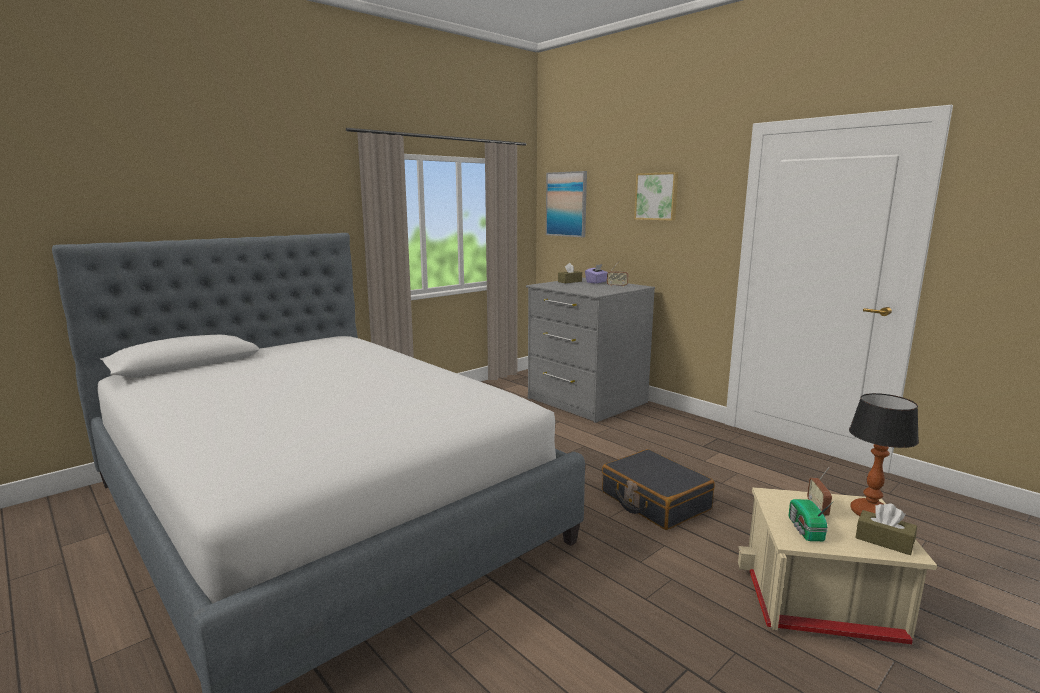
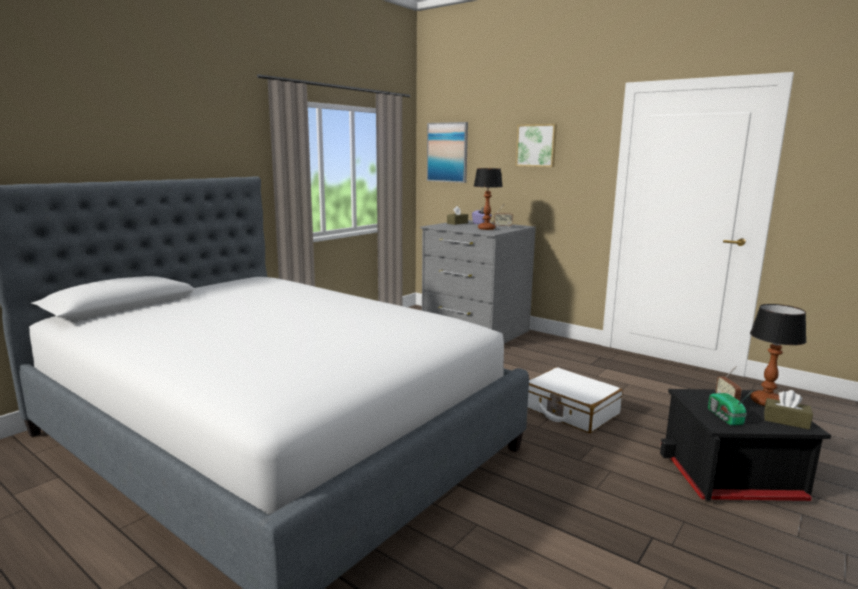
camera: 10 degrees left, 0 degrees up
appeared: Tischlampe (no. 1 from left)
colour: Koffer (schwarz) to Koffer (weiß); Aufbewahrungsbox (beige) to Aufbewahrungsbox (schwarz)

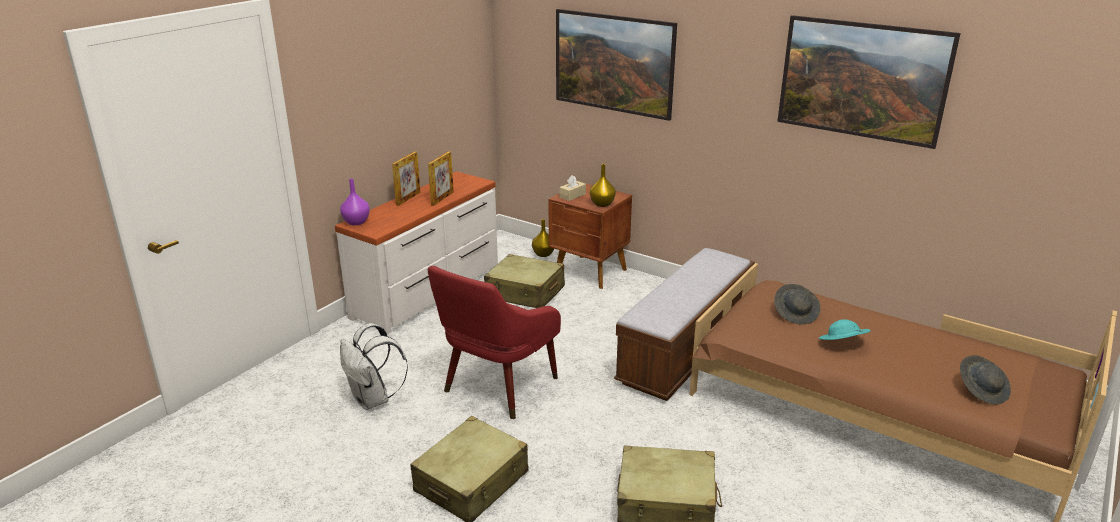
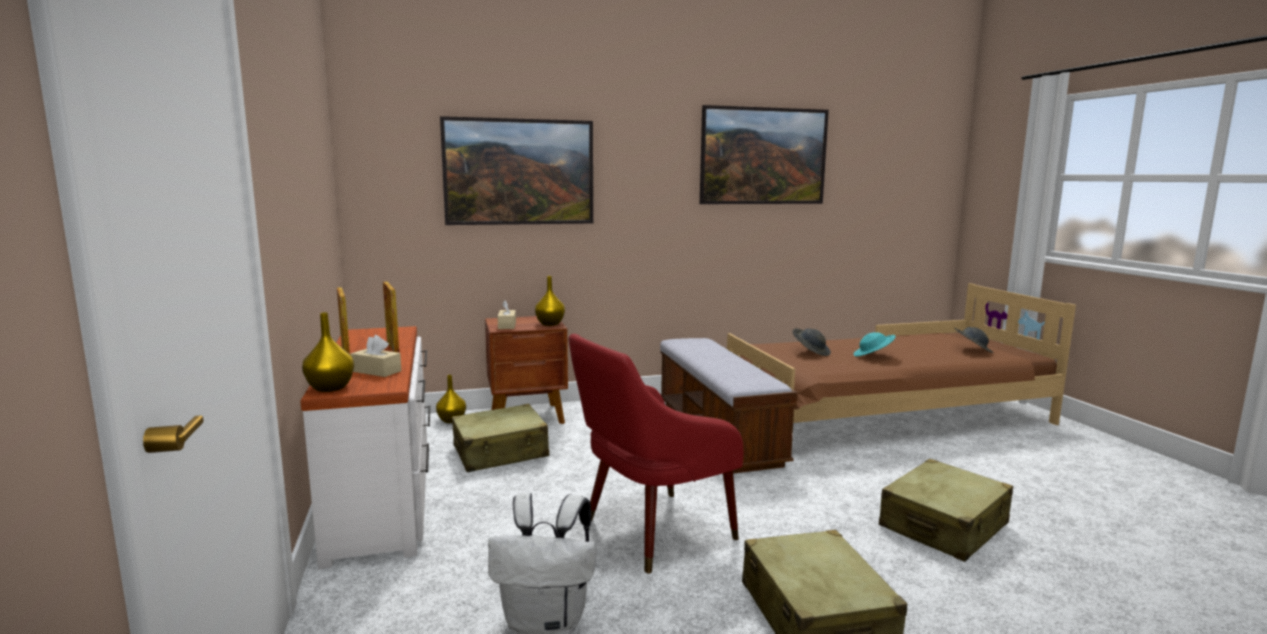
camera: 50 degrees left, 15 degrees down
appeared: Taschentuchbox (beige) (no. 1 from left)
colour: Vase (lila) to Vase (gelb) (no. 1 from left)
spun: Sessel (rot) 75 degrees clockwise

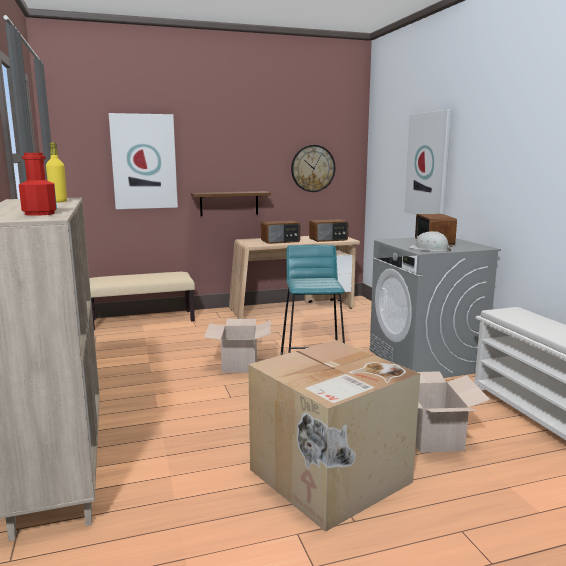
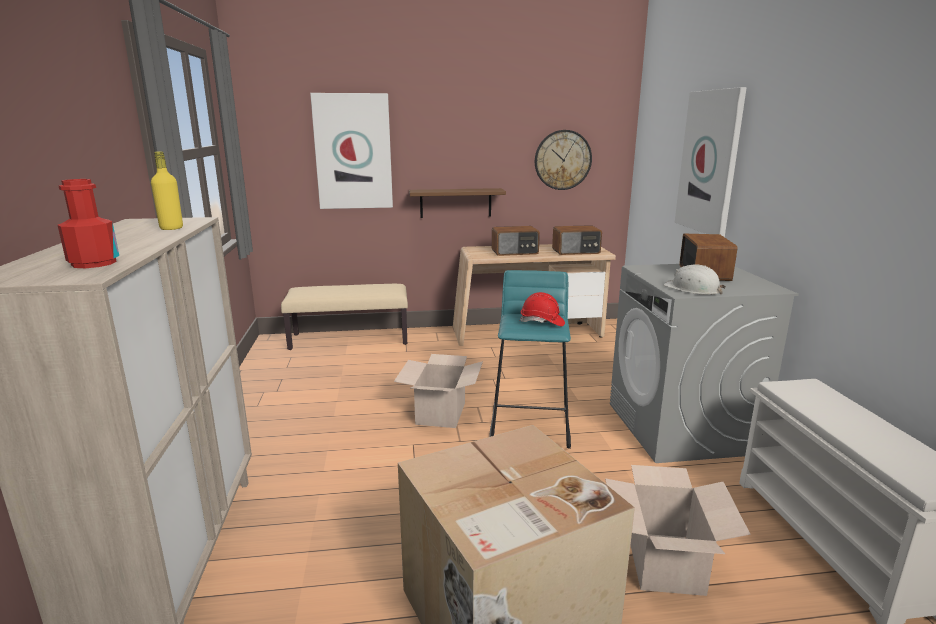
camera: 10 degrees right, 5 degrees up
appeared: Schutzhelm (rot)

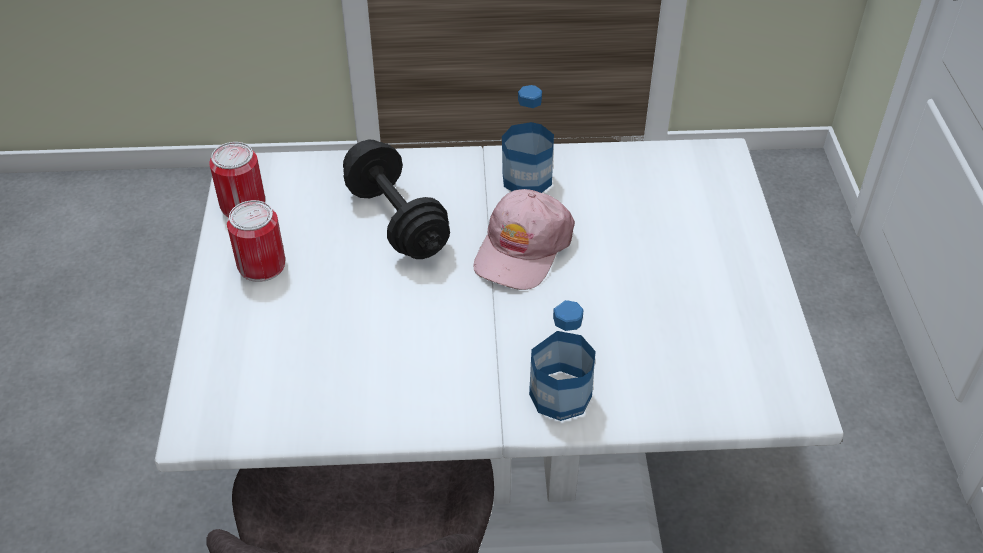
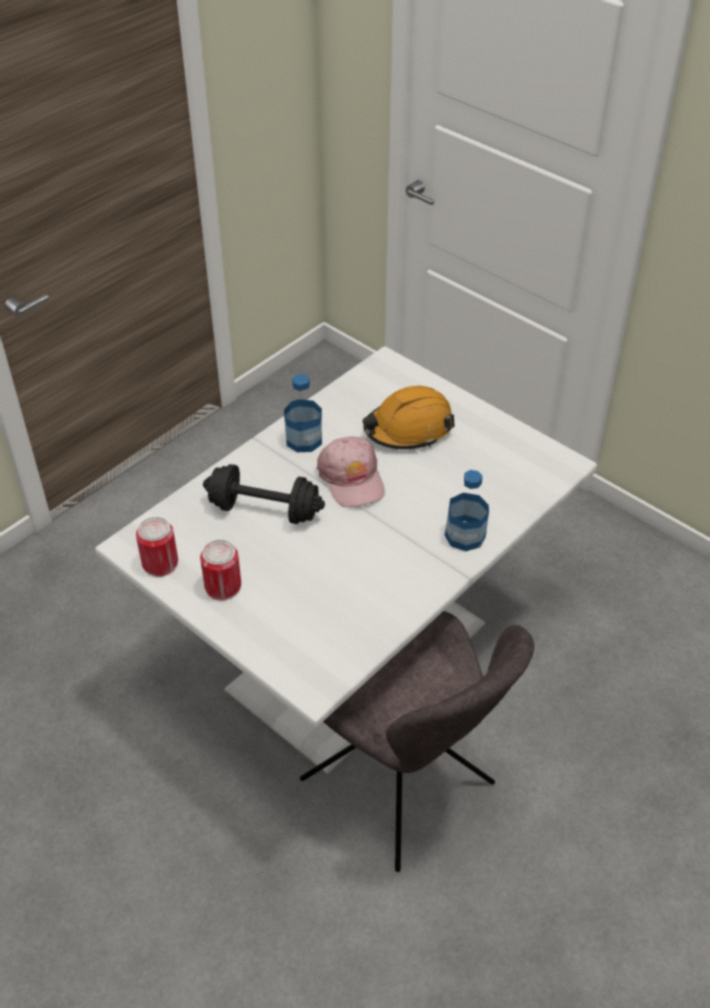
camera: 45 degrees left, 0 degrees up
appeared: Schutzhelm (orange)

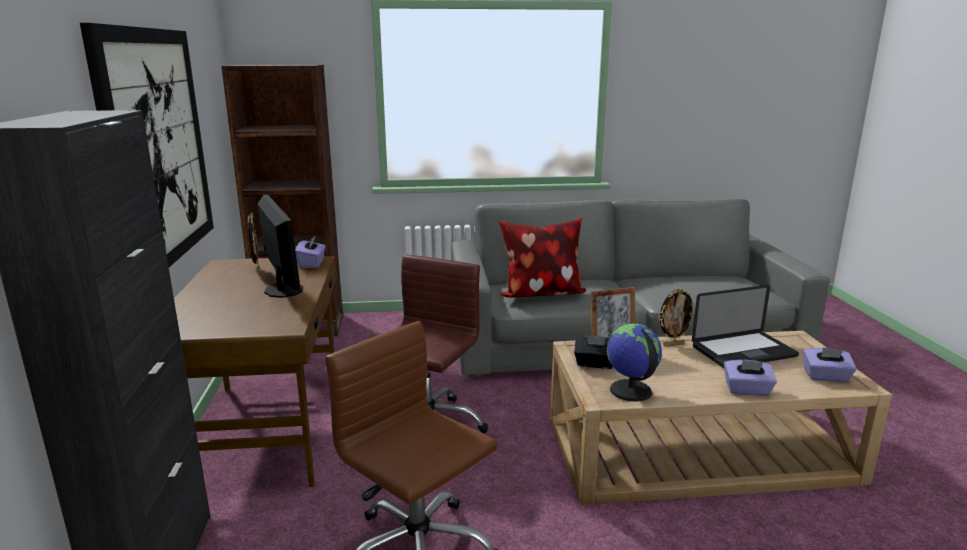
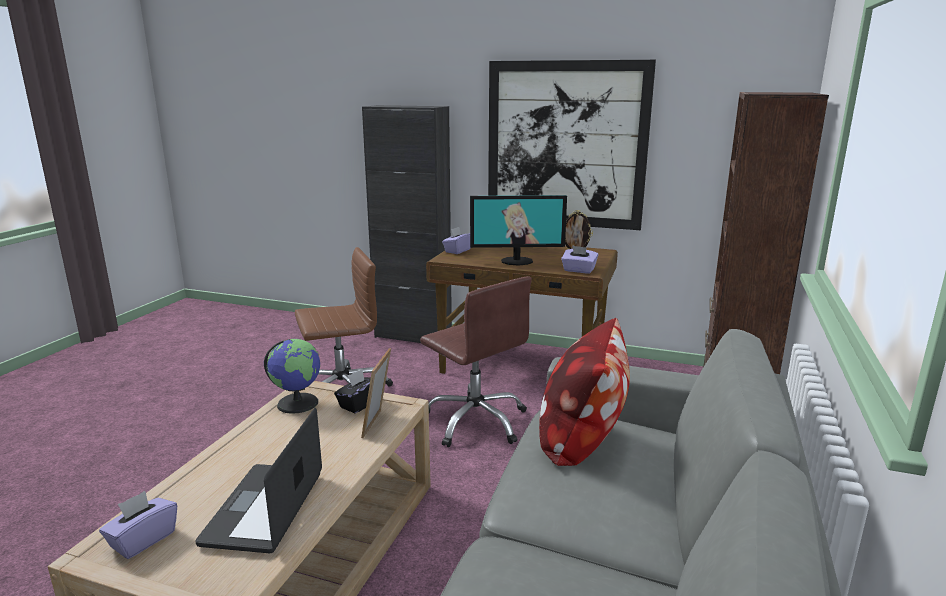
camera: 115 degrees right, 0 degrees up
missing: Bilderrahmen (no. 3 from left)
relocated: Taschentuchbox (lila) (no. 2 from left)

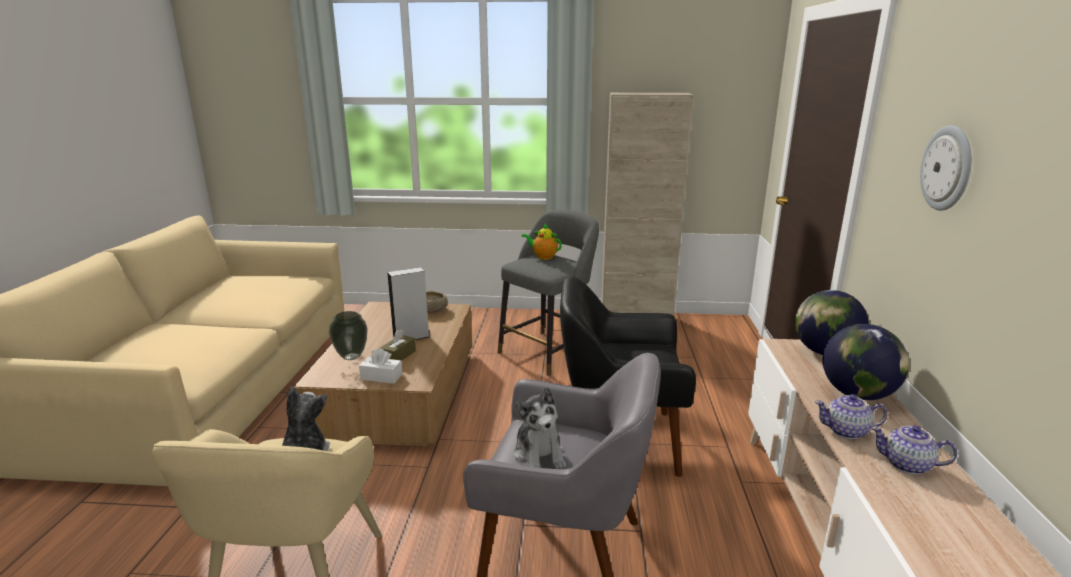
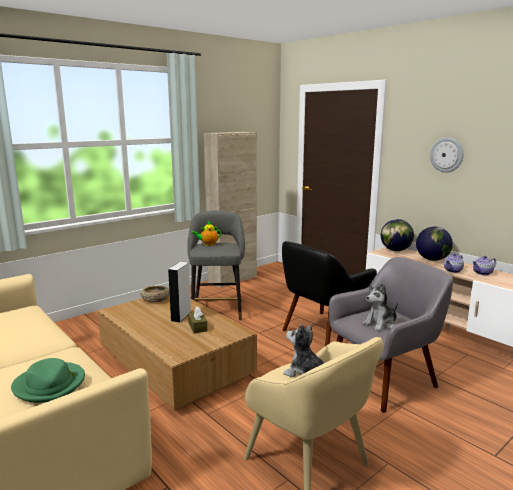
camera: 45 degrees left, 5 degrees down
missing: Vase; Taschentuchbox (weiß)
appeared: Hut (grün)
spun: Plüschtier (no. 2 from left) 120 degrees clockwise

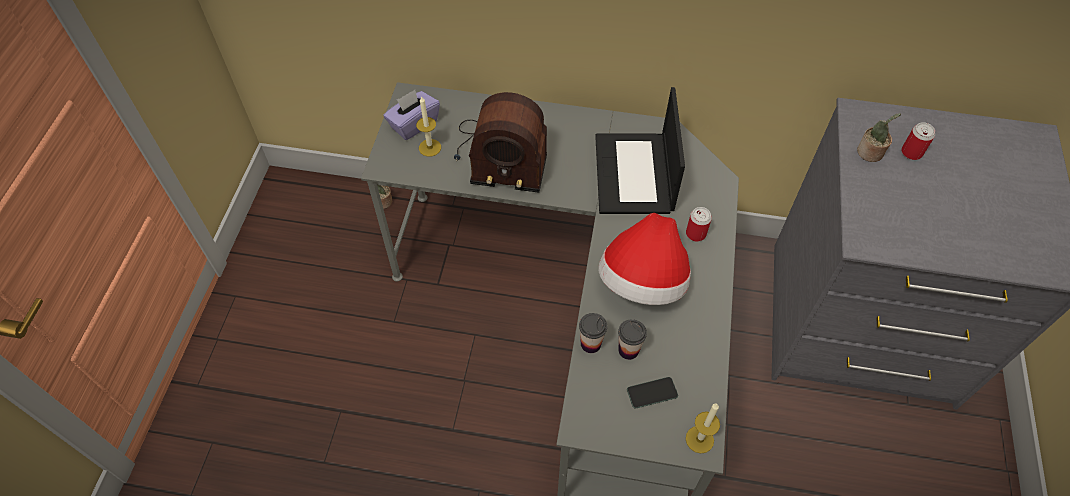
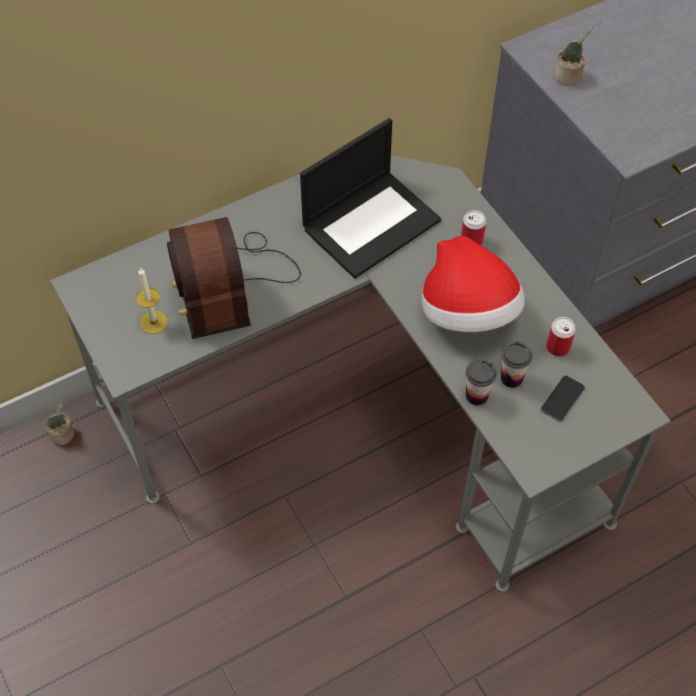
camera: 40 degrees left, 0 degrees up
missing: Taschentuchbox (lila); Kerze (no. 2 from left)
relocated: Dose (no. 2 from left)
spun: Radio 105 degrees clockwise; Laptop 90 degrees counterclockwise

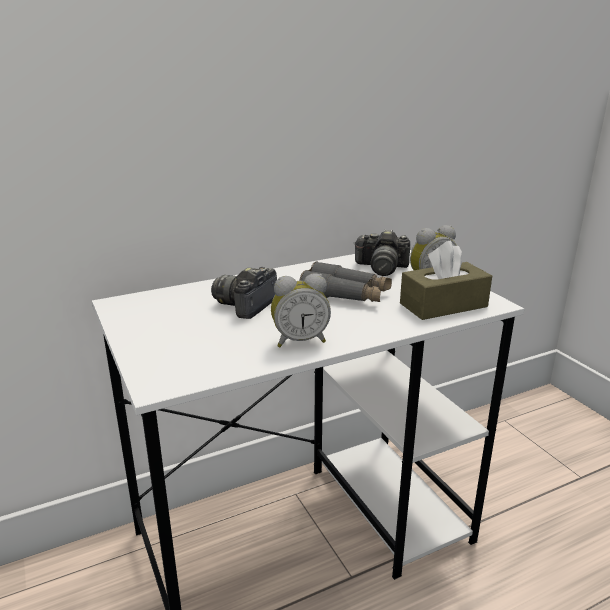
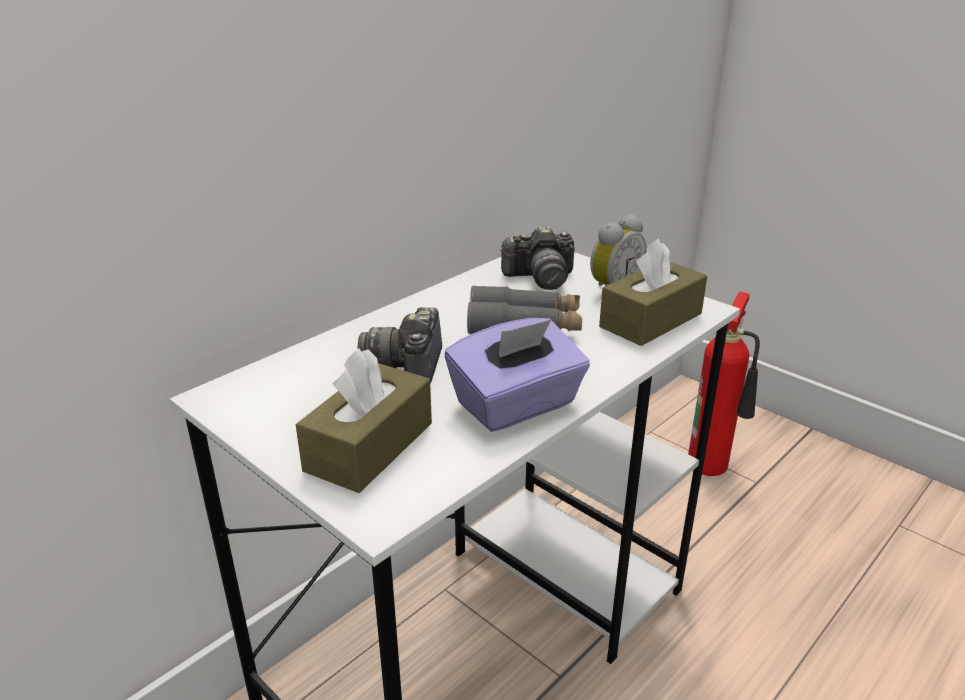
camera: 20 degrees left, 5 degrees up
appeared: Taschentuchbox (braun) (no. 1 from left); Feuerlöscher
exchanged: Wecker (no. 1 from left) to Taschentuchbox (lila)

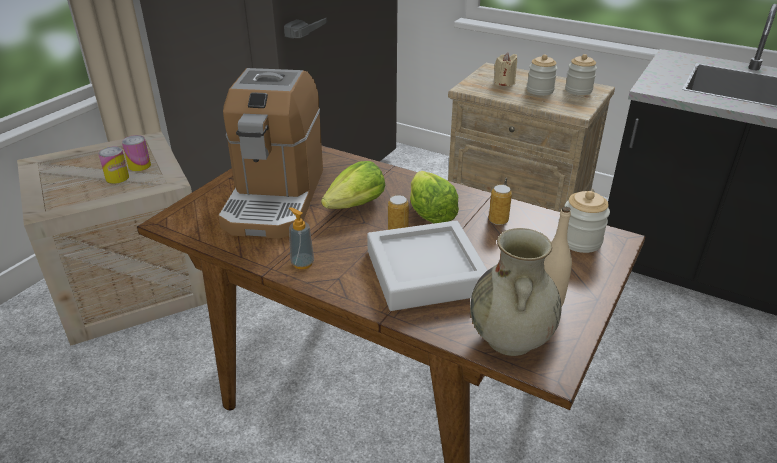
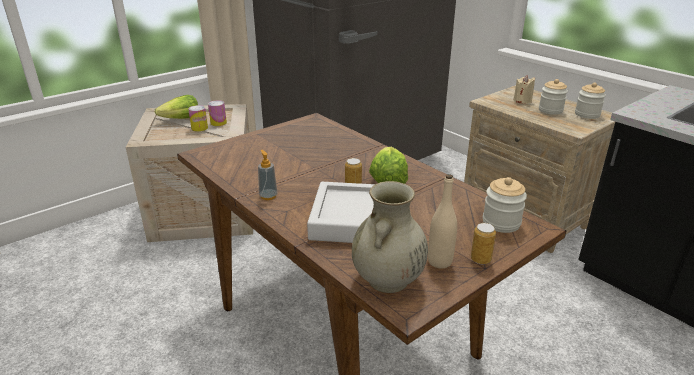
camera: 20 degrees right, 5 degrees down
missing: Kaffeemaschine
relocated: Salatkopf (no. 1 from left); Dose (no. 4 from left)

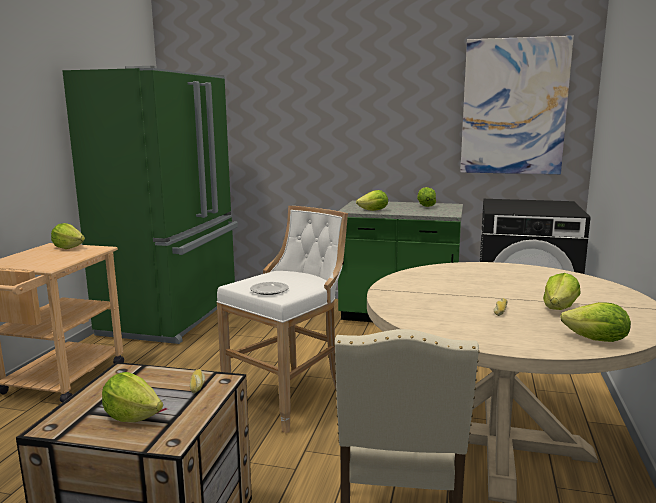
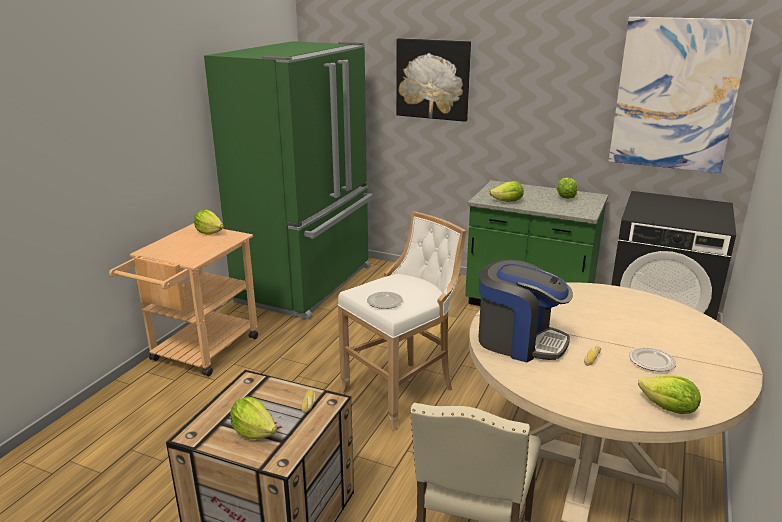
camera: 10 degrees right, 10 degrees up
appeared: Bild (no. 1 from left); Kaffeemaschine
exchanged: Salatkopf (no. 5 from left) to Teller (no. 2 from left)

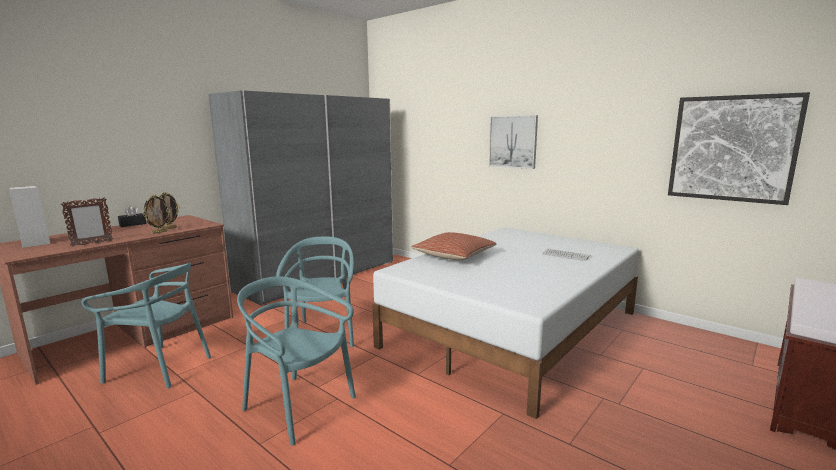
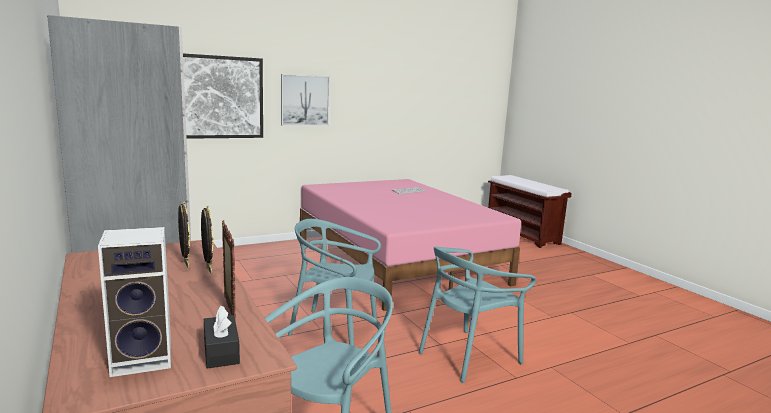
camera: 70 degrees left, 0 degrees up
missing: Kissen
relocated: Bild (no. 2 from left in the first image) to Bild (no. 1 from left); Taschentuchbox (schwarz)
colour: Bett (weiß) to Bett (rosa)

